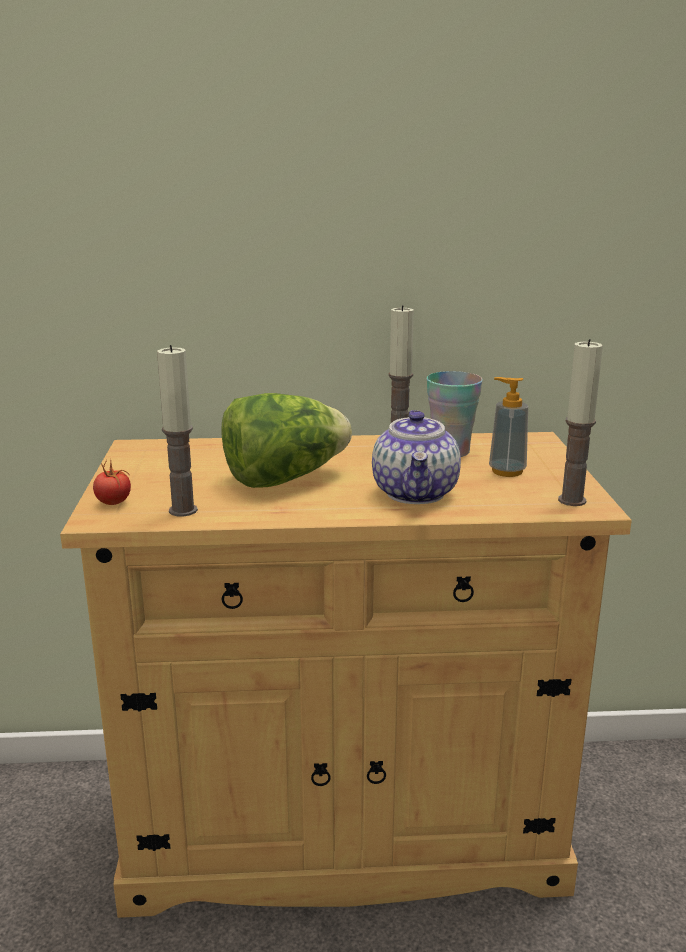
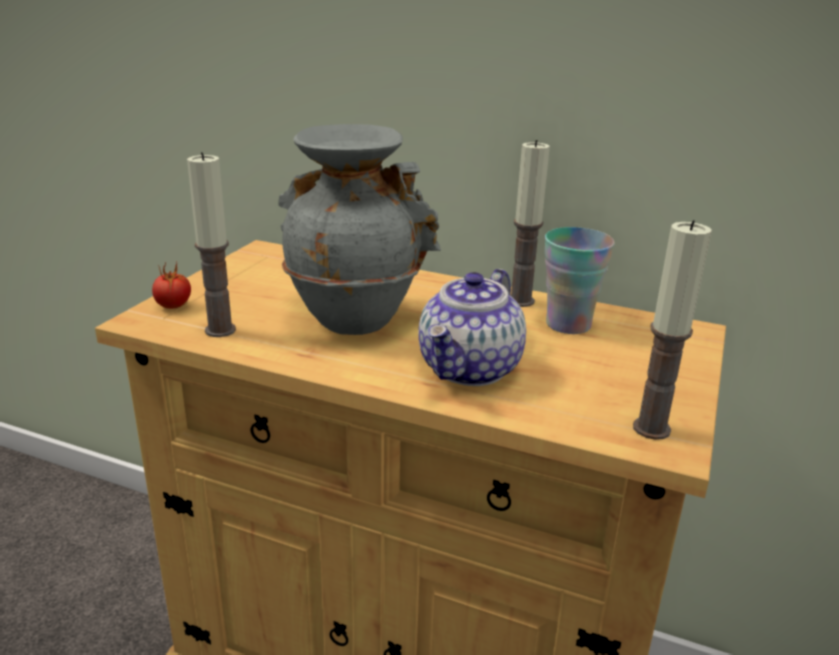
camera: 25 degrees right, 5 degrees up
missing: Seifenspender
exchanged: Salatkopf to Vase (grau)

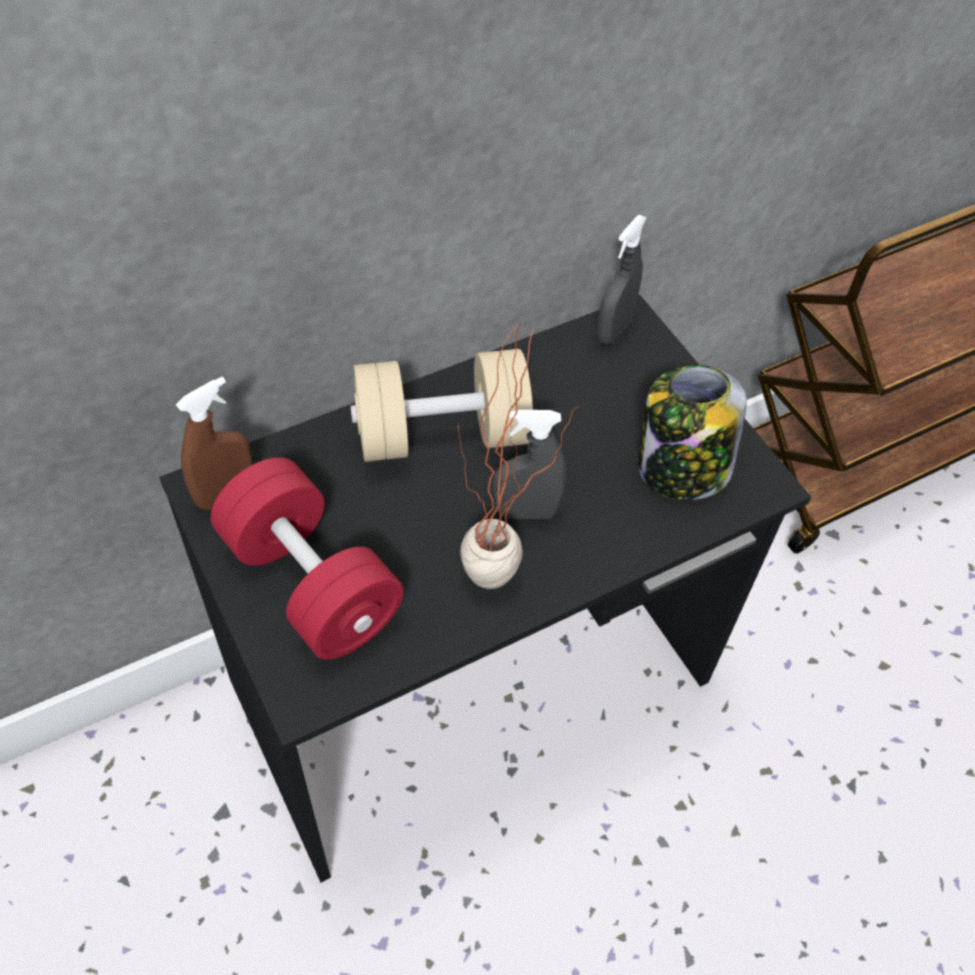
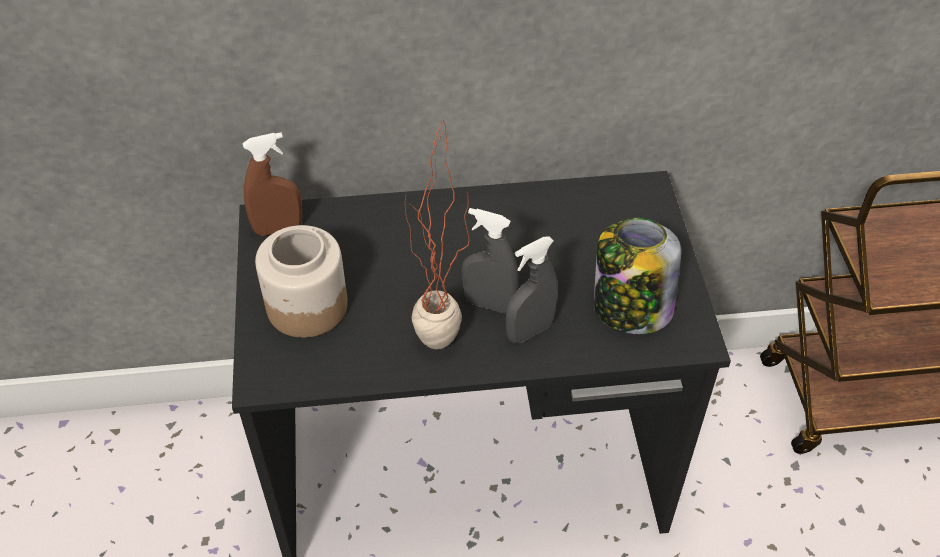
camera: 25 degrees right, 5 degrees down
missing: Hantel (beige)
relocated: Sprühflasche (grau) (no. 2 from left)
exchanged: Hantel (rot) to Vorratsglas (no. 1 from left)

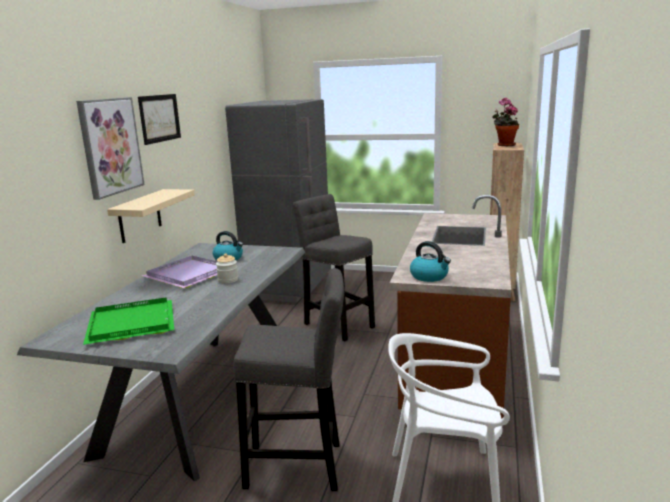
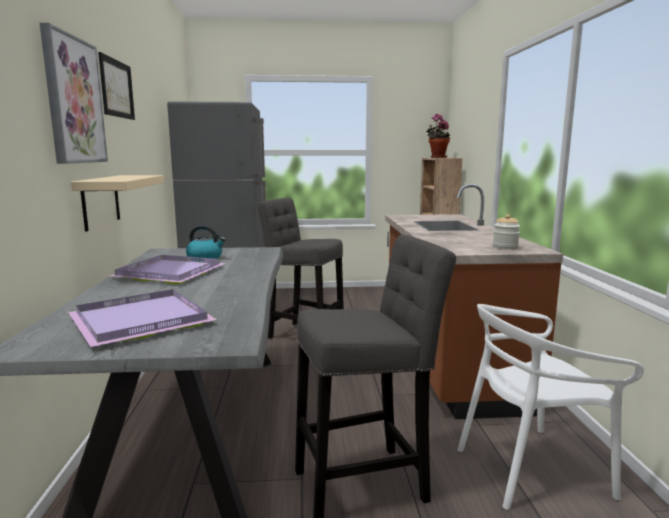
camera: 20 degrees left, 5 degrees down
missing: Wasserkessel (no. 2 from left)
relocated: Vorratsglas
colour: Tablett (grün) to Tablett (lila) (no. 1 from left)

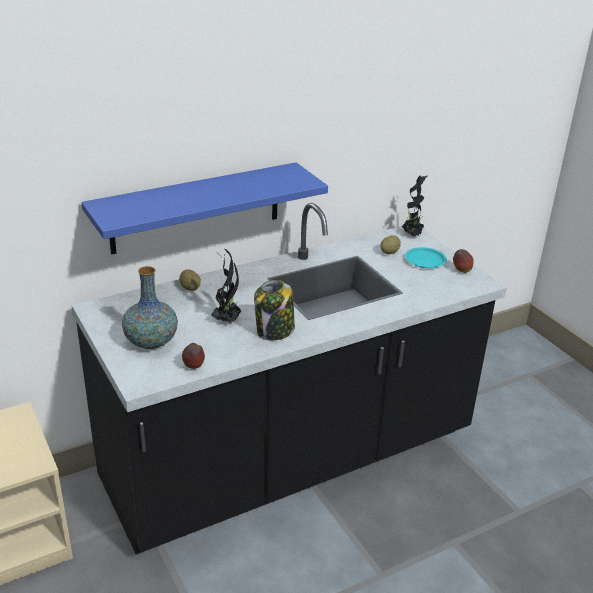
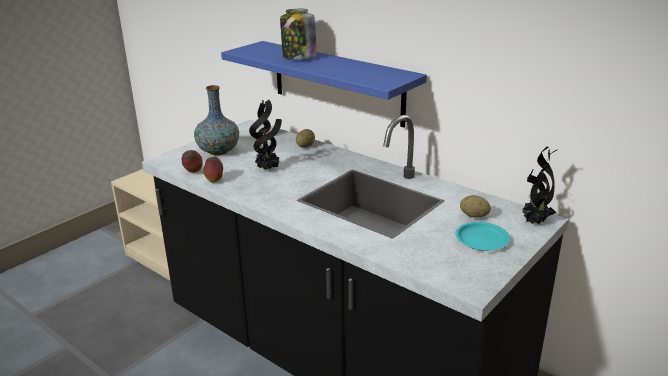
camera: 70 degrees right, 5 degrees down
relocated: Apfel (no. 2 from left); Vorratsglas

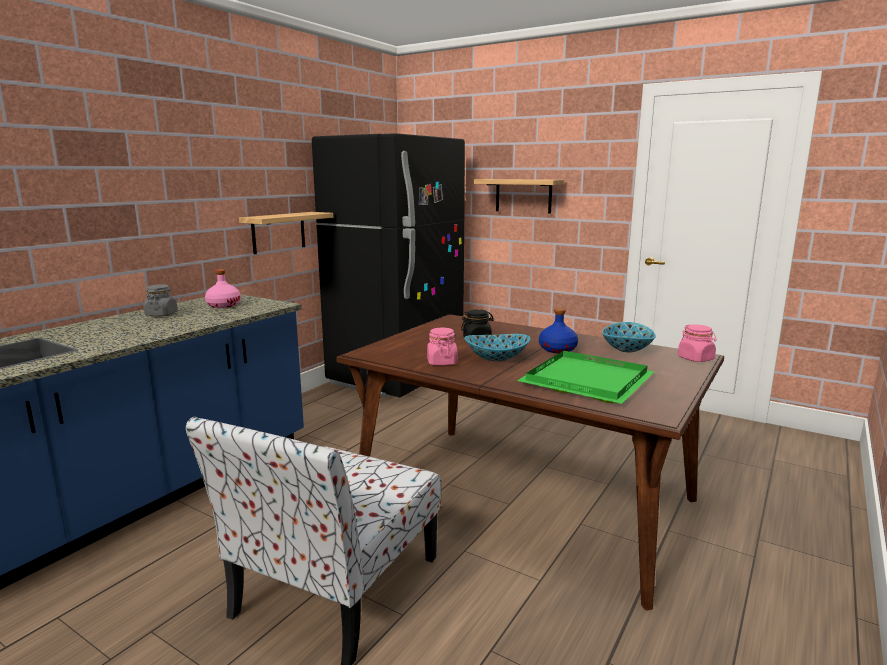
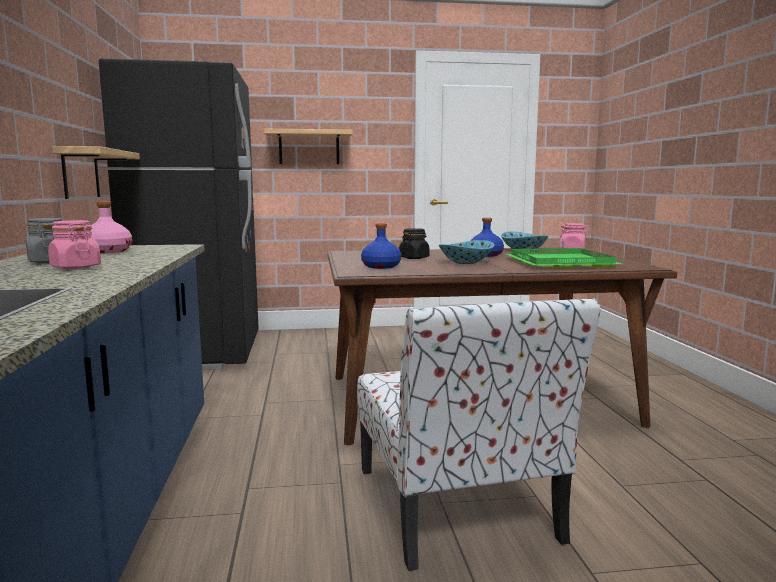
camera: 40 degrees left, 5 degrees down
appeared: Flasche (blau) (no. 1 from left)
relocated: Vorratsglas (rosa) (no. 1 from left)

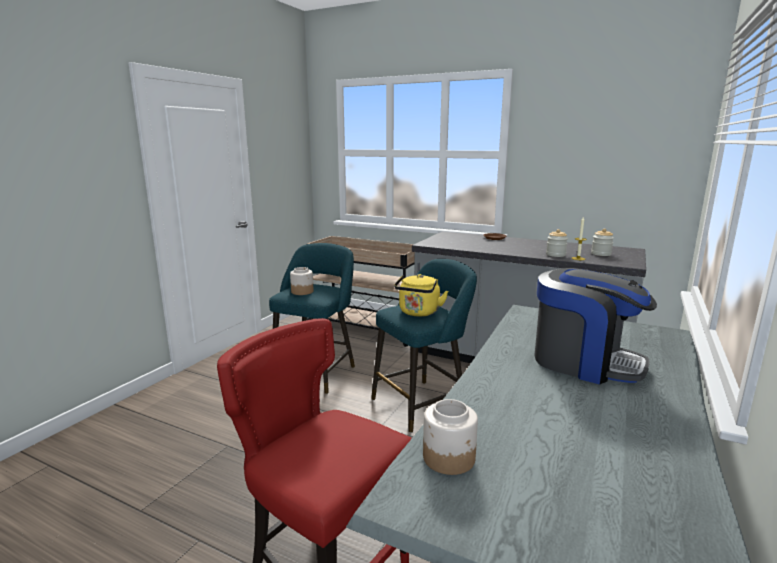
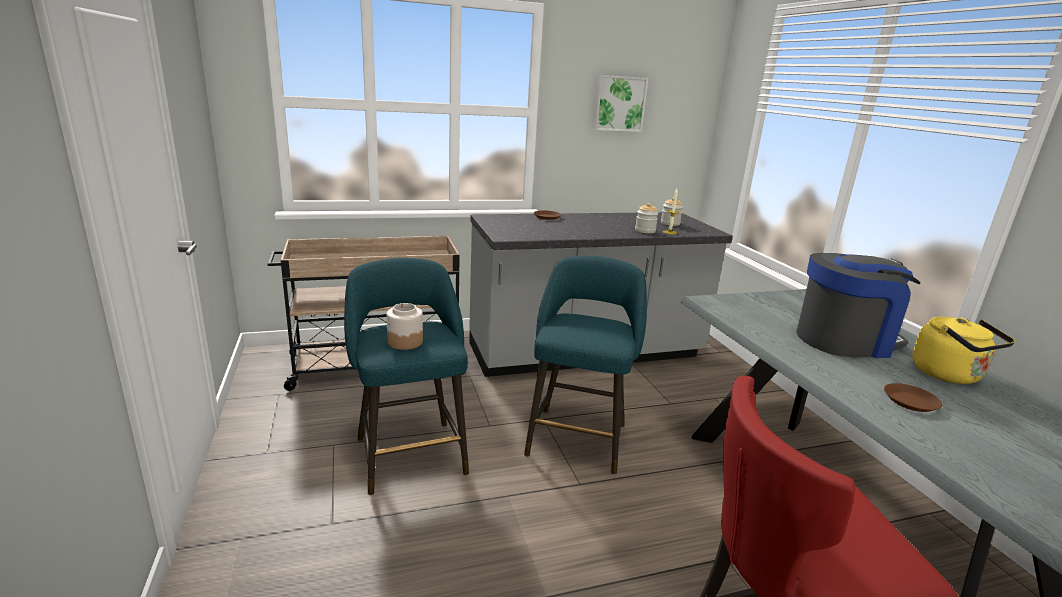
camera: 45 degrees left, 5 degrees up
missing: Vorratsglas (no. 2 from left)
appeared: Bild; Teller (braun) (no. 2 from left)
relocated: Wasserkessel (gelb)

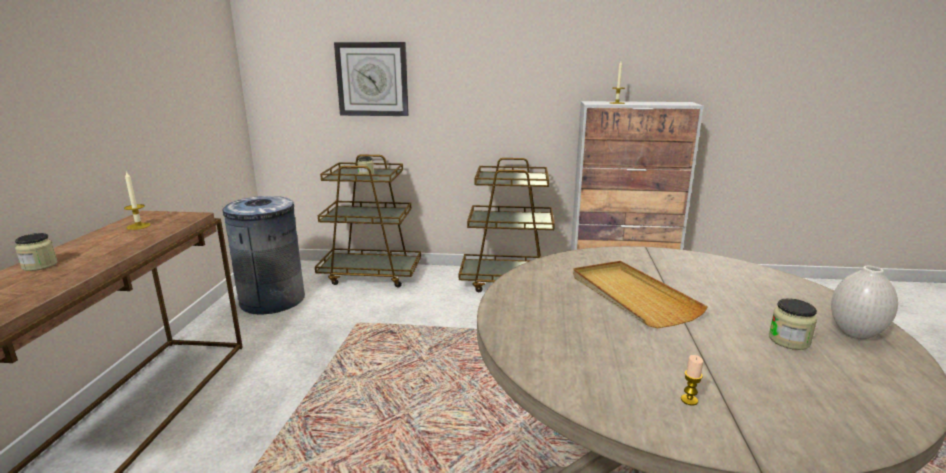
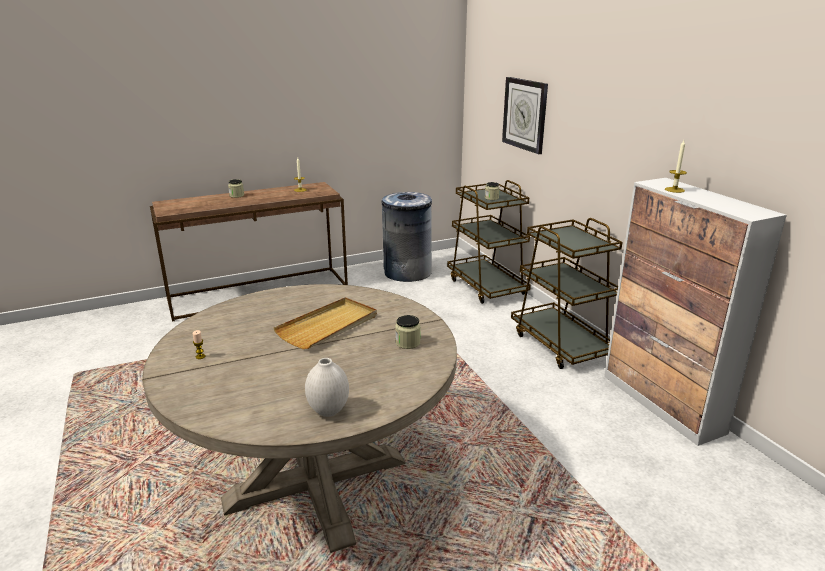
camera: 60 degrees right, 5 degrees up
relocated: Vorratsglas (no. 3 from left in the first image) to Vorratsglas (no. 2 from left)

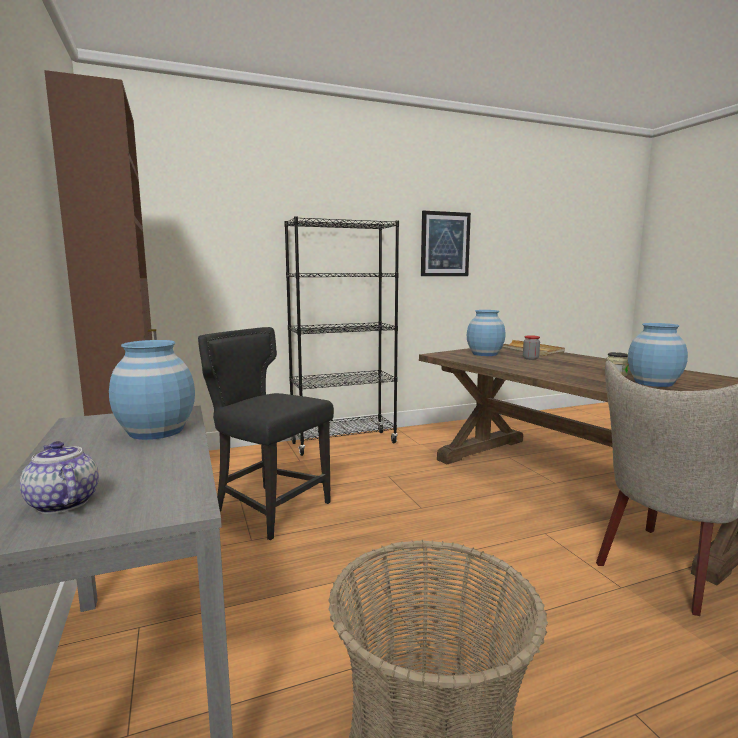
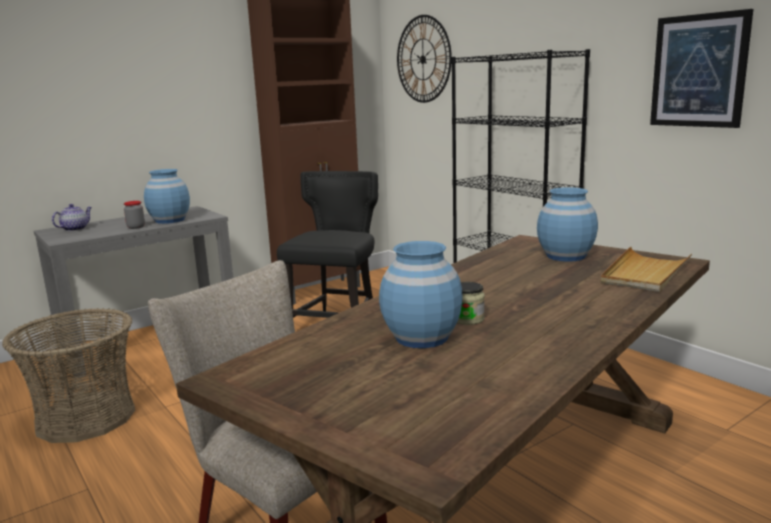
camera: 75 degrees right, 5 degrees up
appeared: Wanduhr
relocated: Vorratsglas (no. 1 from left)

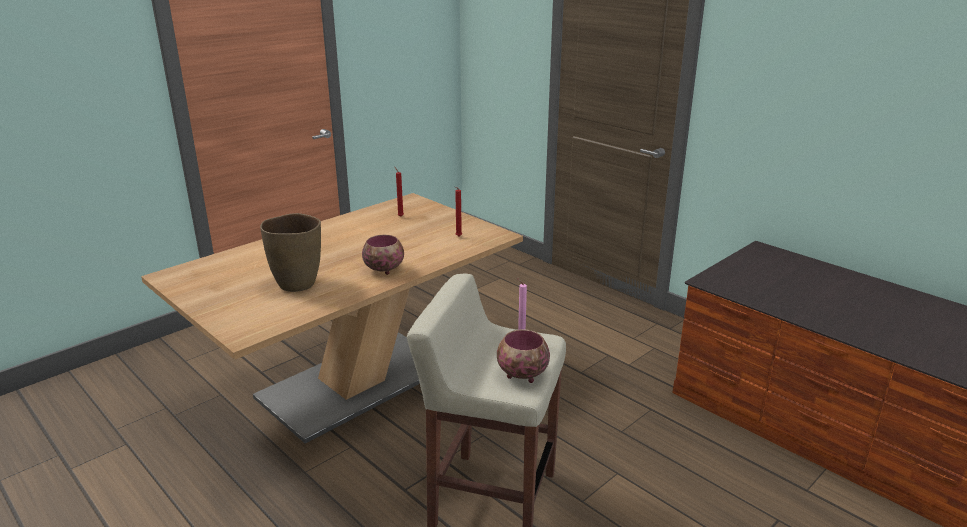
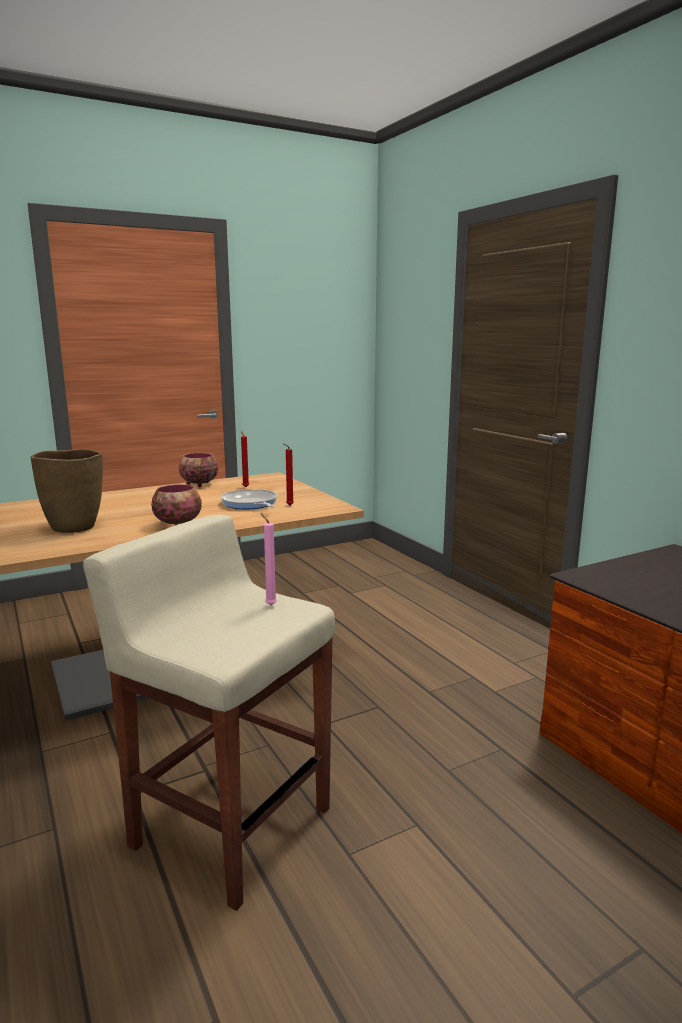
camera: 15 degrees right, 10 degrees down
appeared: Pfanne
relocated: Schüssel (no. 2 from left)

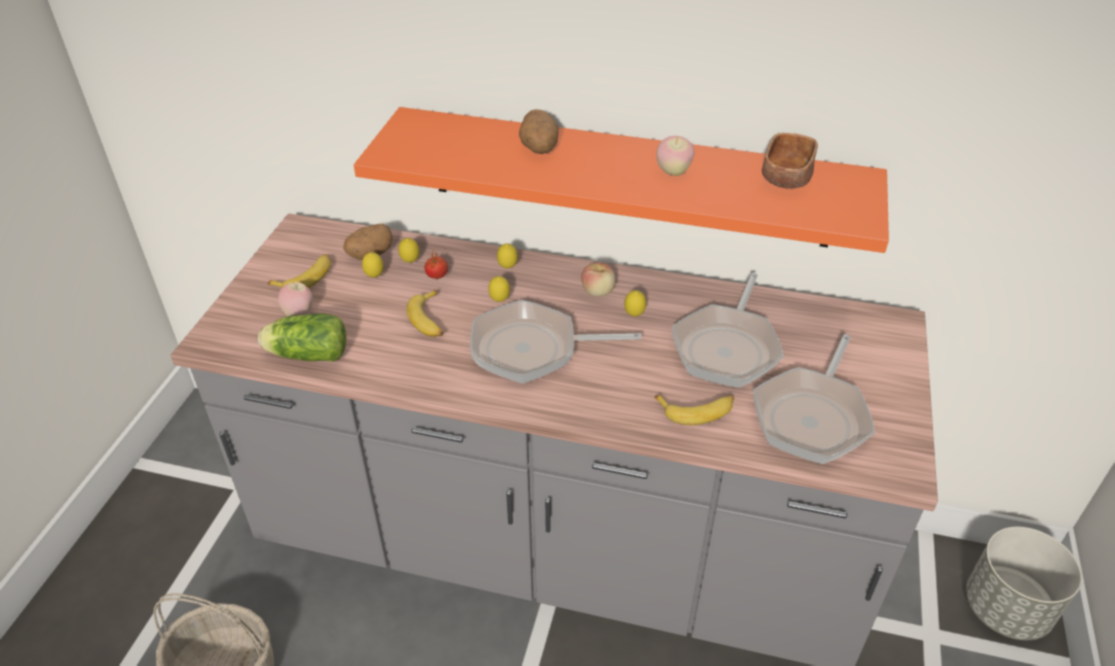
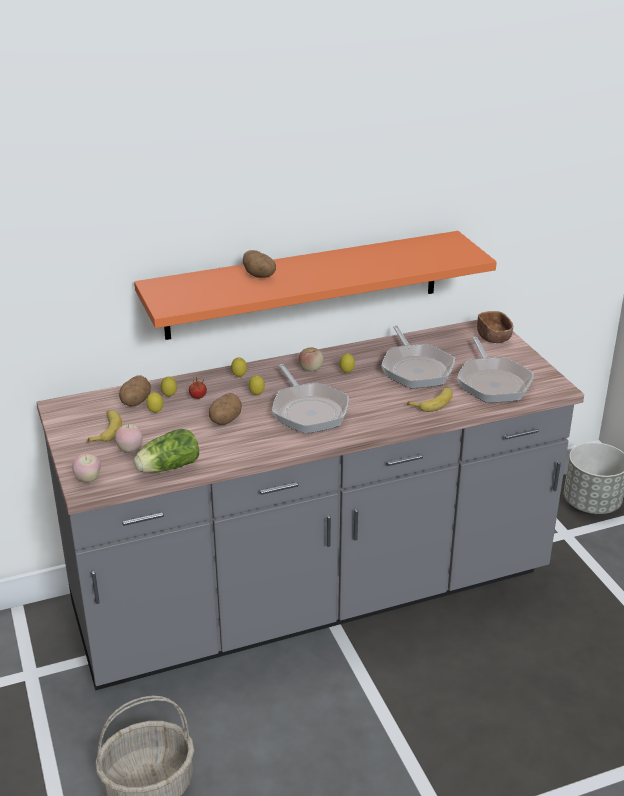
camera: 35 degrees left, 10 degrees down
relocated: Apfel (no. 3 from left in the first image) to Apfel (no. 1 from left); Schüssel (braun)
exchanged: Banane (no. 2 from left) to Kartoffel (no. 2 from left)
spun: Pfanne (no. 1 from left) 75 degrees counterclockwise

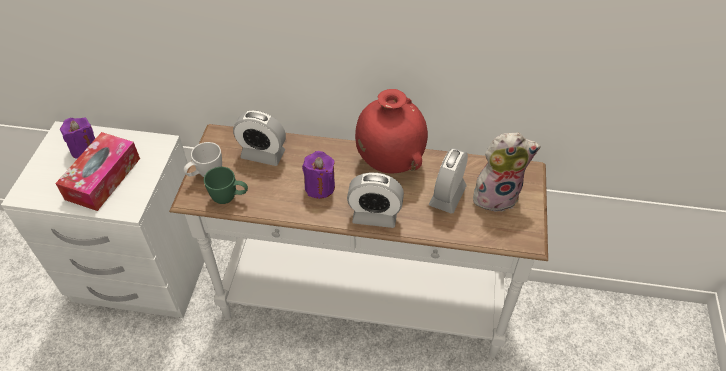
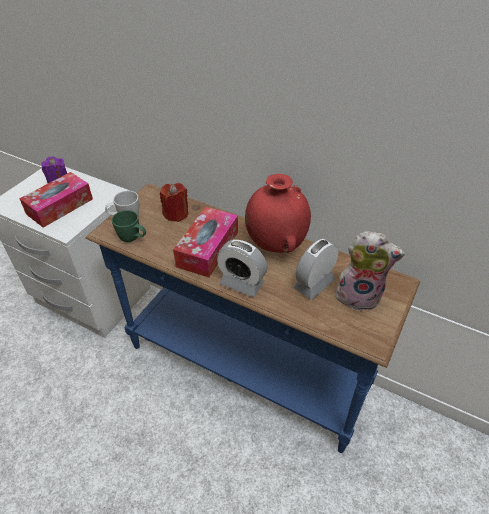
camera: 20 degrees right, 5 degrees down
exchanged: Wecker (no. 1 from left) to Kerze (rot); Kerze (lila) (no. 2 from left) to Taschentuchbox (no. 2 from left)
colour: Konsolentisch (weiß) to Konsolentisch (blau)

